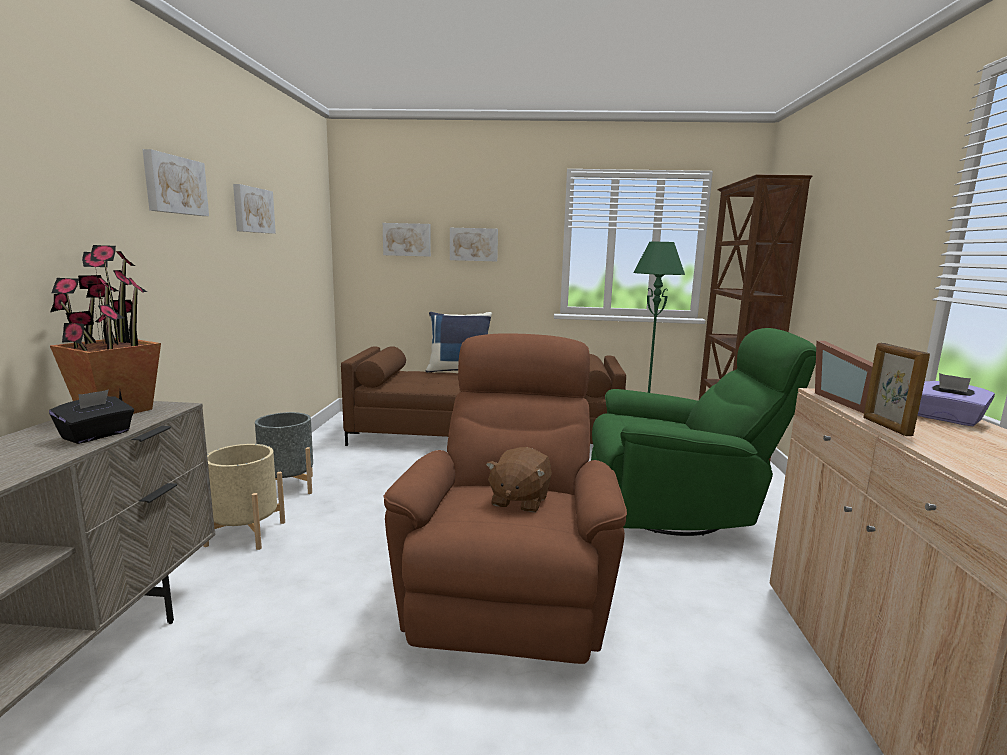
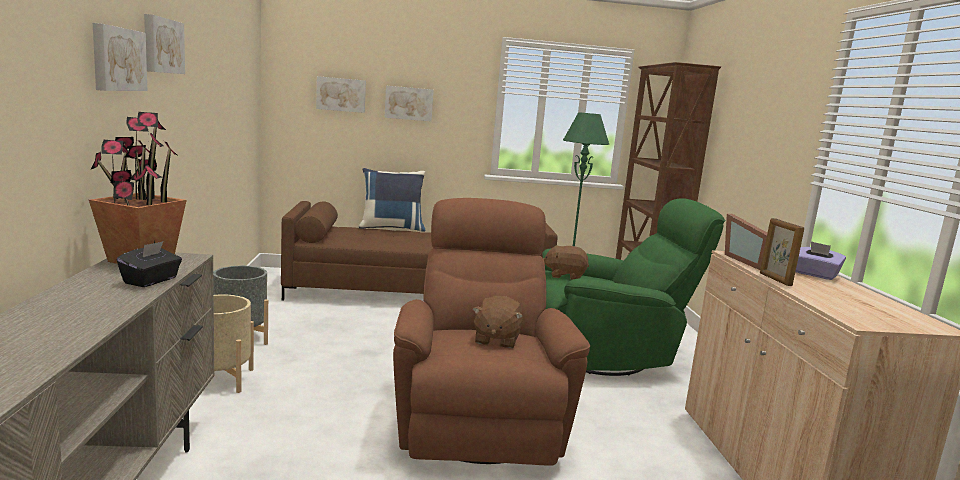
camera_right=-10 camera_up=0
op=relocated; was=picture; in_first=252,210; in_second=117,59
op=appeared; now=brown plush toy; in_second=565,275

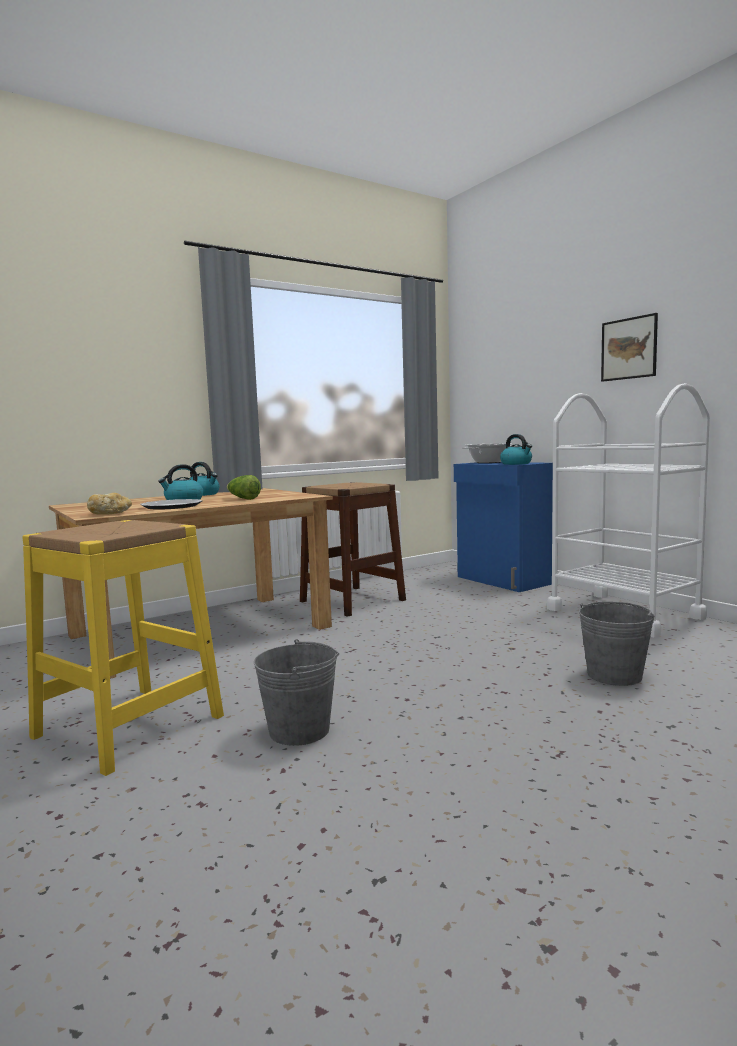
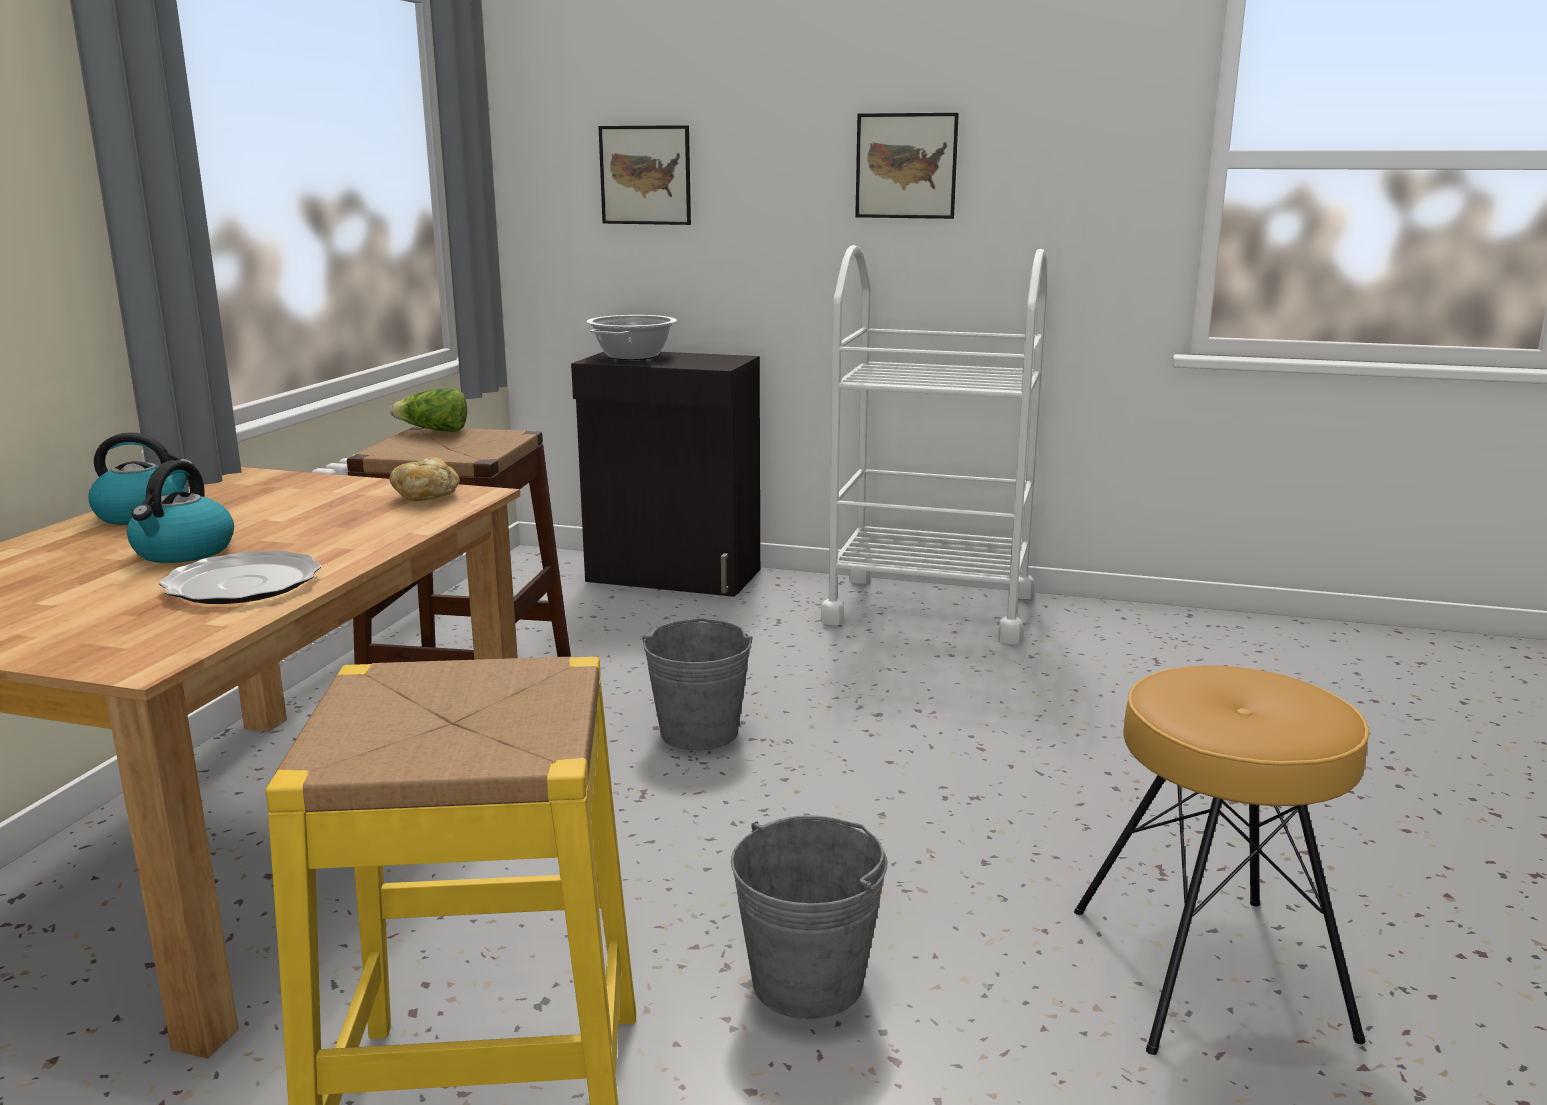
camera_right=-40 camera_up=10
op=missing; was=kettle; in_first=516,464
op=colour; was=blue cabinet; now=black cabinet; in_first=502,581; in_second=674,576
op=relocated; was=lettuce; in_first=243,499; in_second=434,431
op=relocated; was=bread; in_first=110,514; in_second=426,497
op=relocated; was=grey bucket; in_first=614,675; in_second=699,732
op=appeared; now=picture; in_second=645,175
op=appeared; now=brown stool; in_second=1210,970

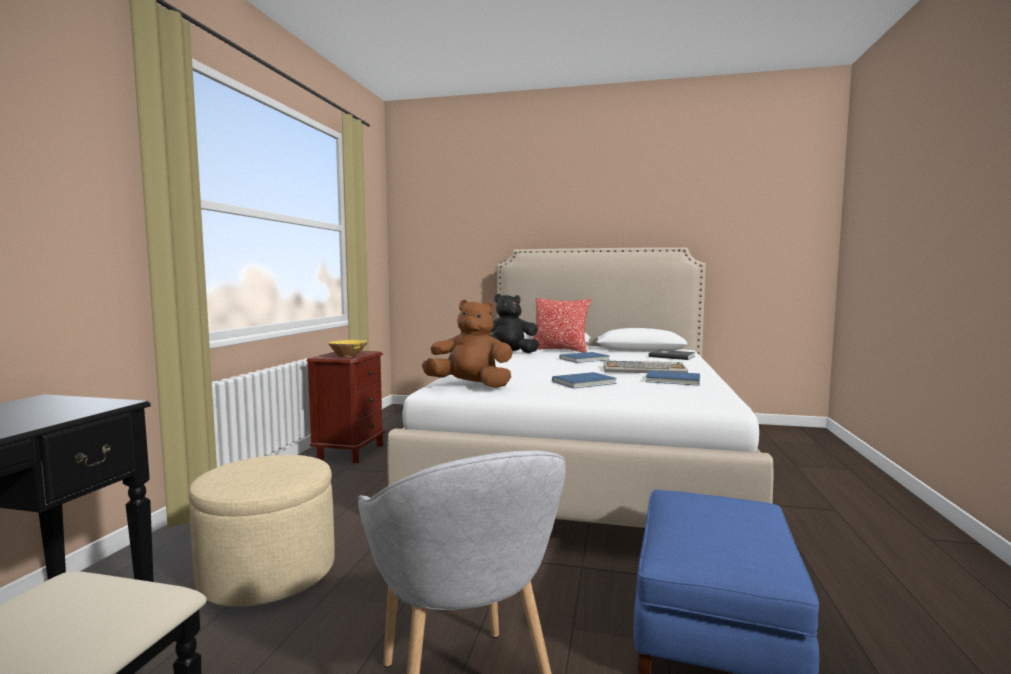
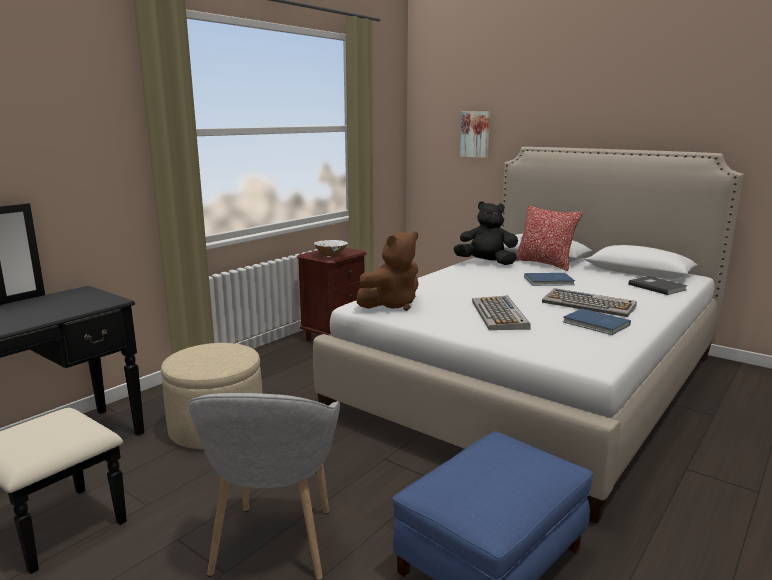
camera_right=25 camera_up=10
op=spun; was=brown plush toy; in_first=471,385; in_second=391,305; clockwise=105
op=colour; was=yellow bowl; now=white bowl; in_first=348,356; in_second=330,256
op=exchanged; was=blue book; now=keyboard; in_first=585,382; in_second=500,315
op=appeared; now=picture; in_second=475,134

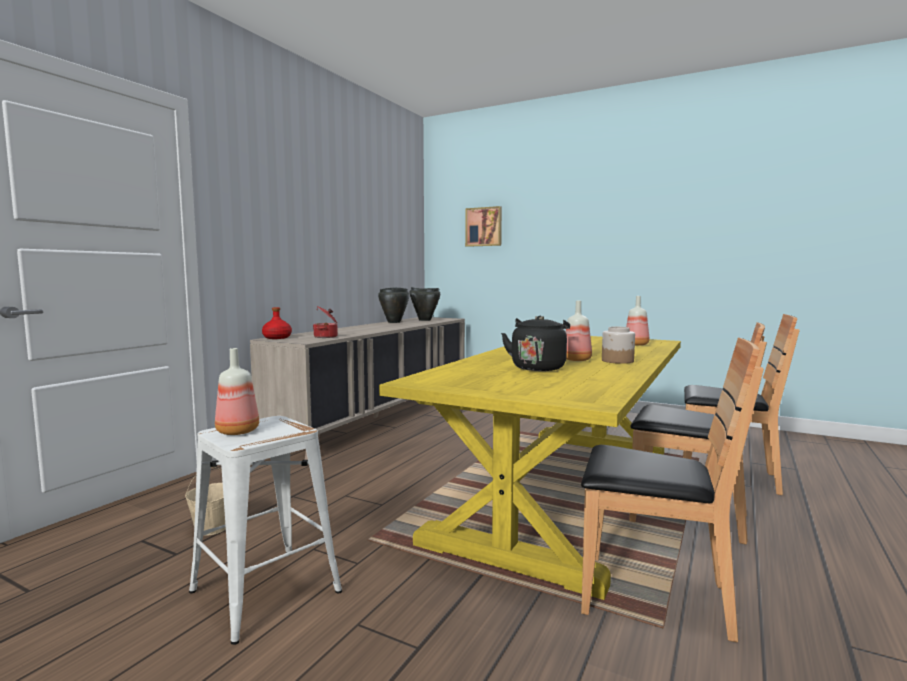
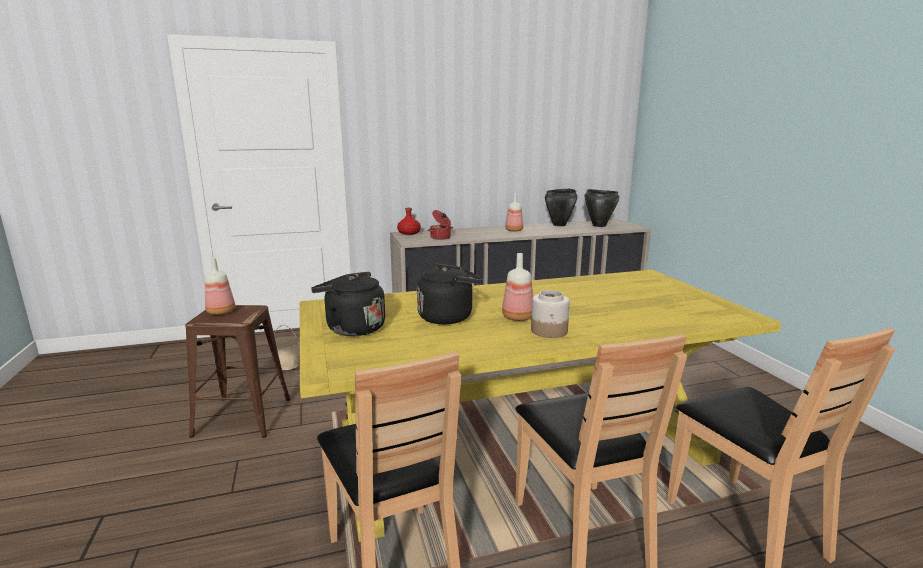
camera_right=45 camera_up=10
op=missing; was=picture; in_first=484,227
op=relocated; was=bottle; in_first=637,344; in_second=514,230
op=colour; was=white stool; now=brown stool; in_first=265,590; in_second=243,416
op=appeared; now=black kettle; in_second=352,328

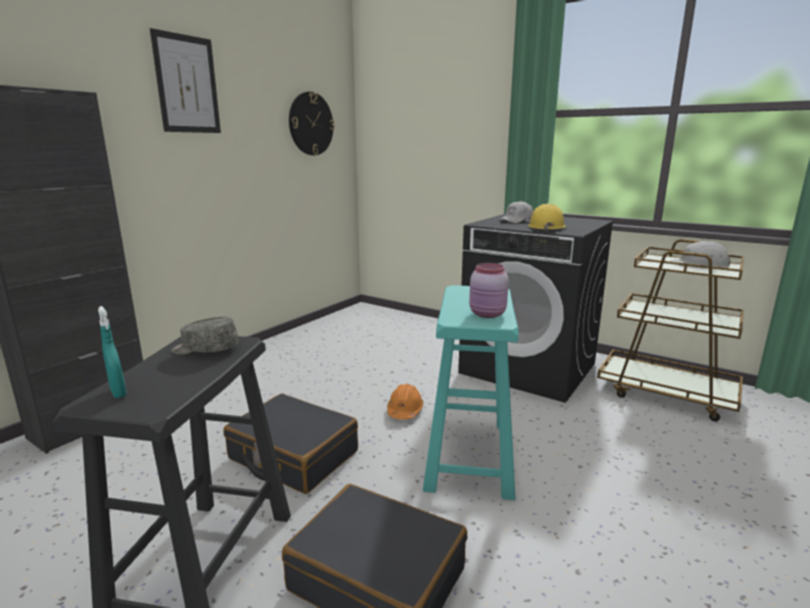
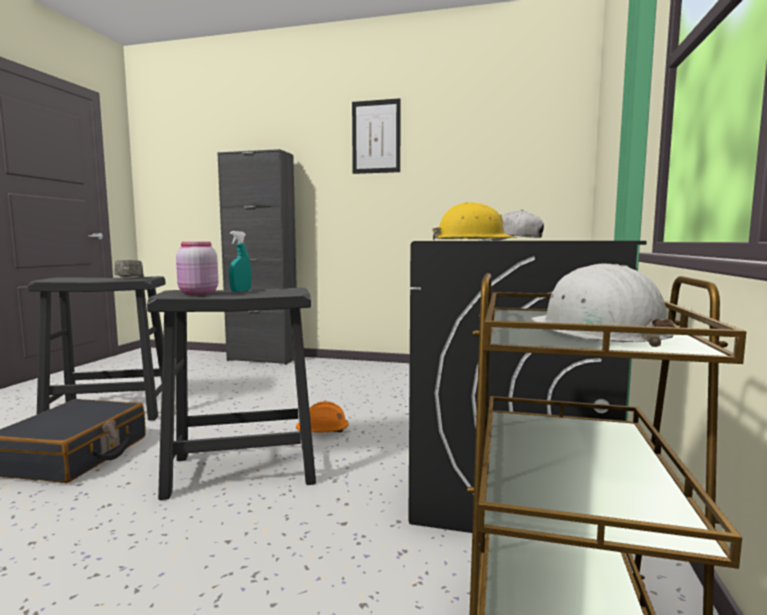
camera_right=70 camera_up=-10
op=missing; was=wall clock; in_first=311,124
op=colour; was=turquoise stool; now=black stool; in_first=469,455; in_second=244,469
op=relocated; was=turquoise spray bottle; in_first=118,392; in_second=240,291
op=missing; was=black suitcase; in_first=293,456

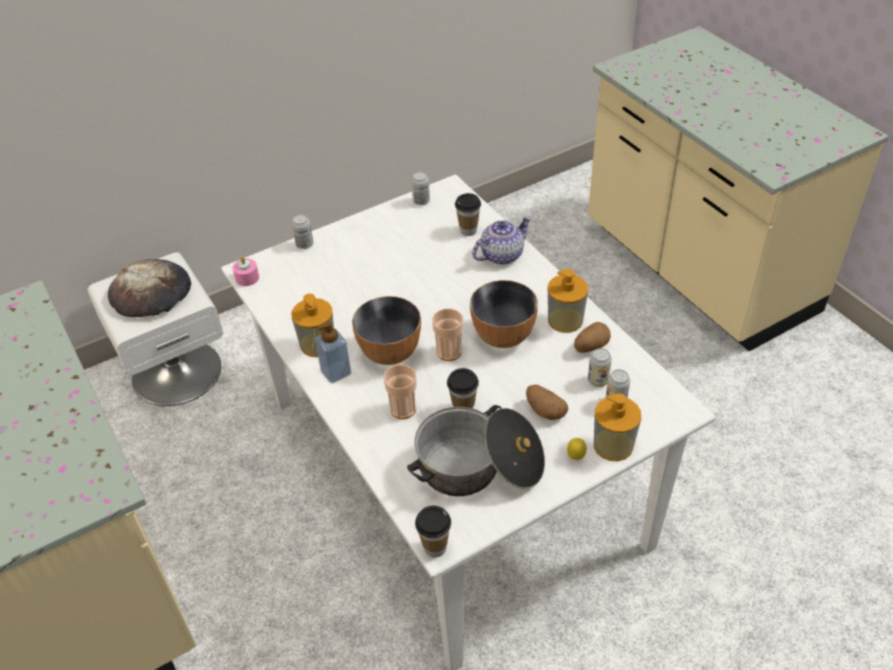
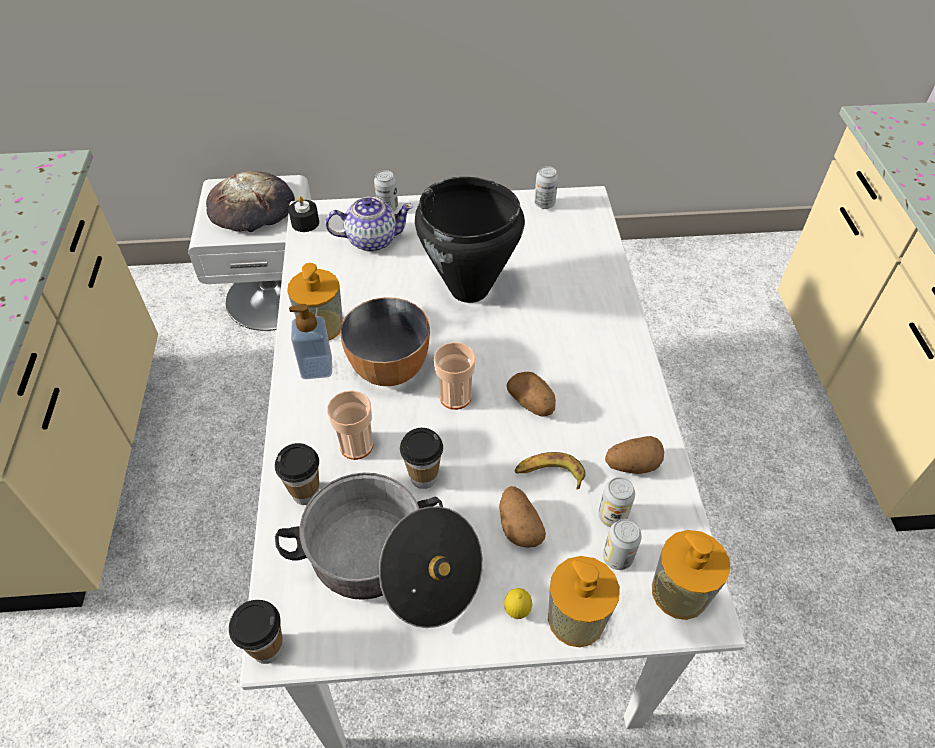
camera_right=25 camera_up=5
op=relocated; was=cup; in_first=468,230; in_second=306,493
op=relocated; was=teapot; in_first=501,255; in_second=371,239
op=colour; was=pink candle; now=black candle; in_first=247,278; in_second=305,223
op=relocated; was=soap dispenser; in_first=565,320; in_second=679,592
op=exchanged; was=bowl; now=potato; in_first=503,336; in_second=532,403
op=appeared; now=black cooking pot; in_second=469,290
op=appeared; now=banana; in_second=549,474

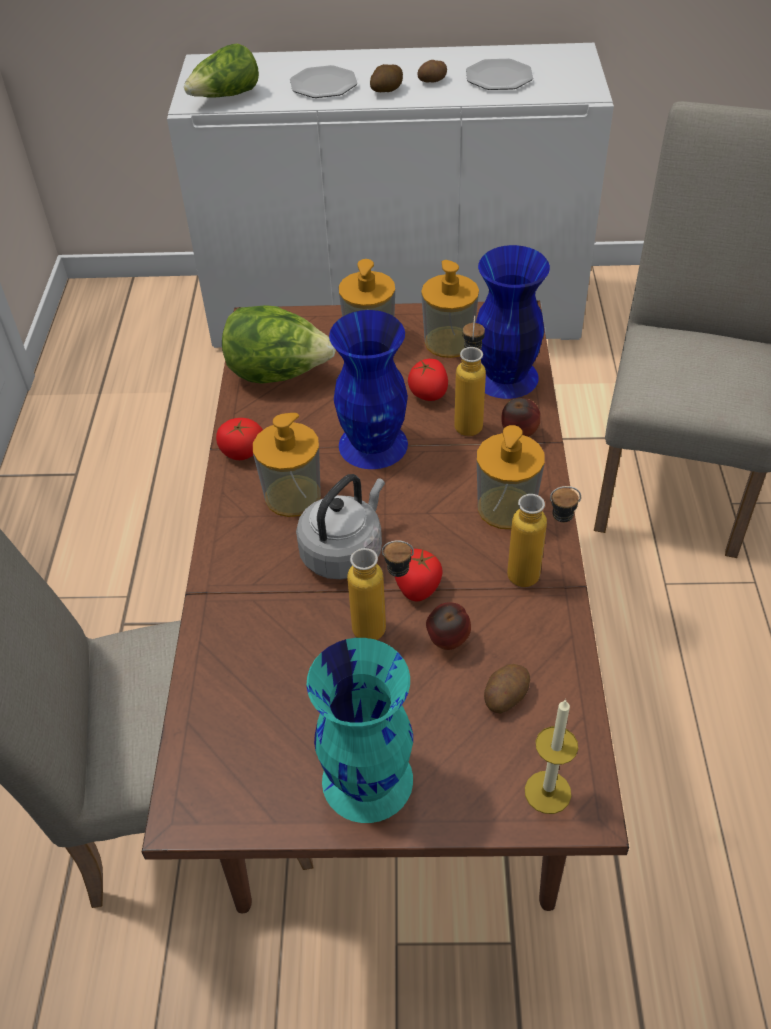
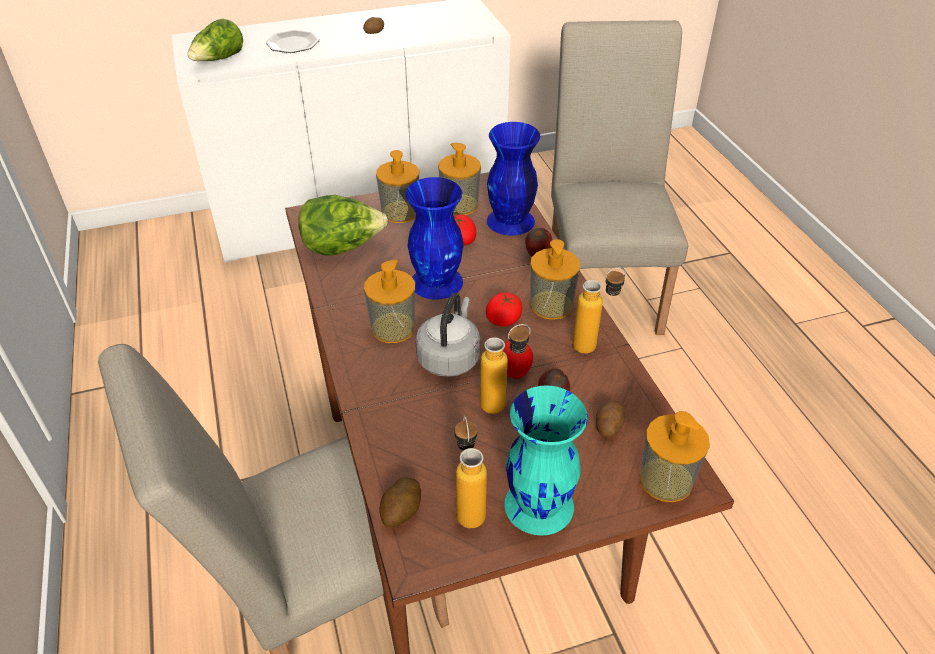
camera_right=-20 camera_up=-5
op=missing; was=plate; in_first=498,78
op=relocated; was=potato; in_first=386,91; in_second=401,512
op=relocated; was=bottle; in_first=469,419; in_second=468,507
op=relocated; was=tomato; in_first=242,452; in_second=503,320
op=exchanged; was=candle; now=soap dispenser; in_first=547,792; in_second=666,480

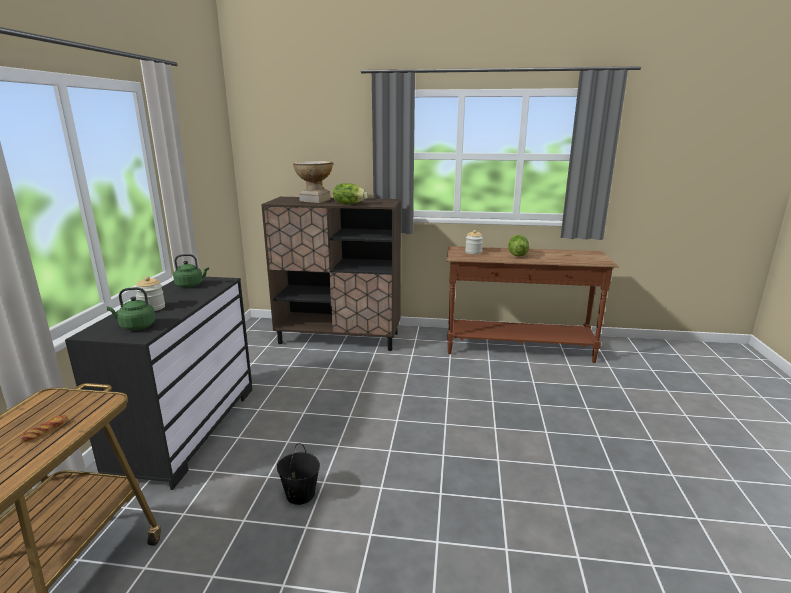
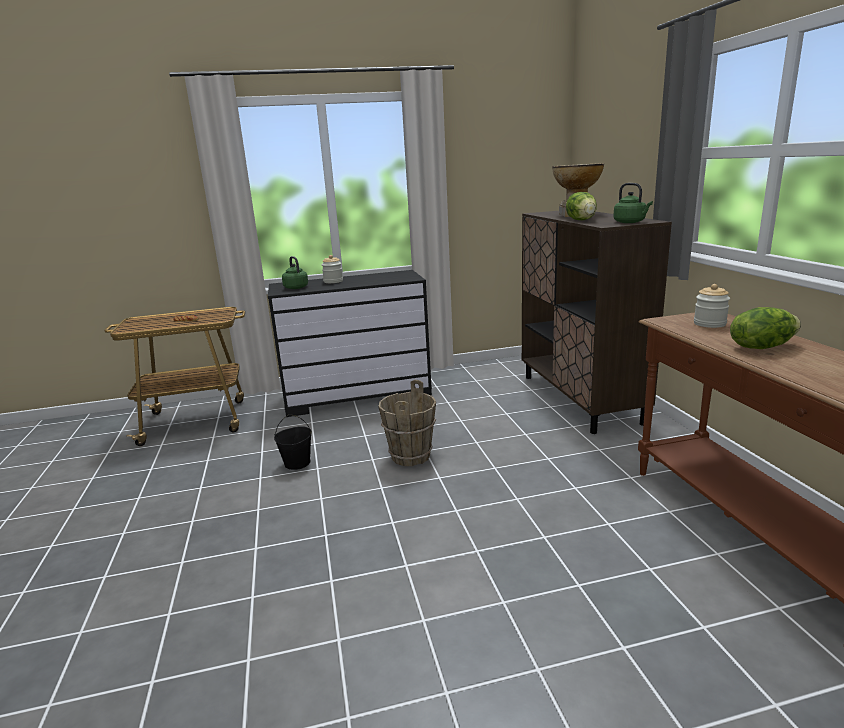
camera_right=70 camera_up=0
op=relocated; was=green kettle; in_first=191,285; in_second=630,222
op=appeared; now=brown bucket; in_second=410,456

